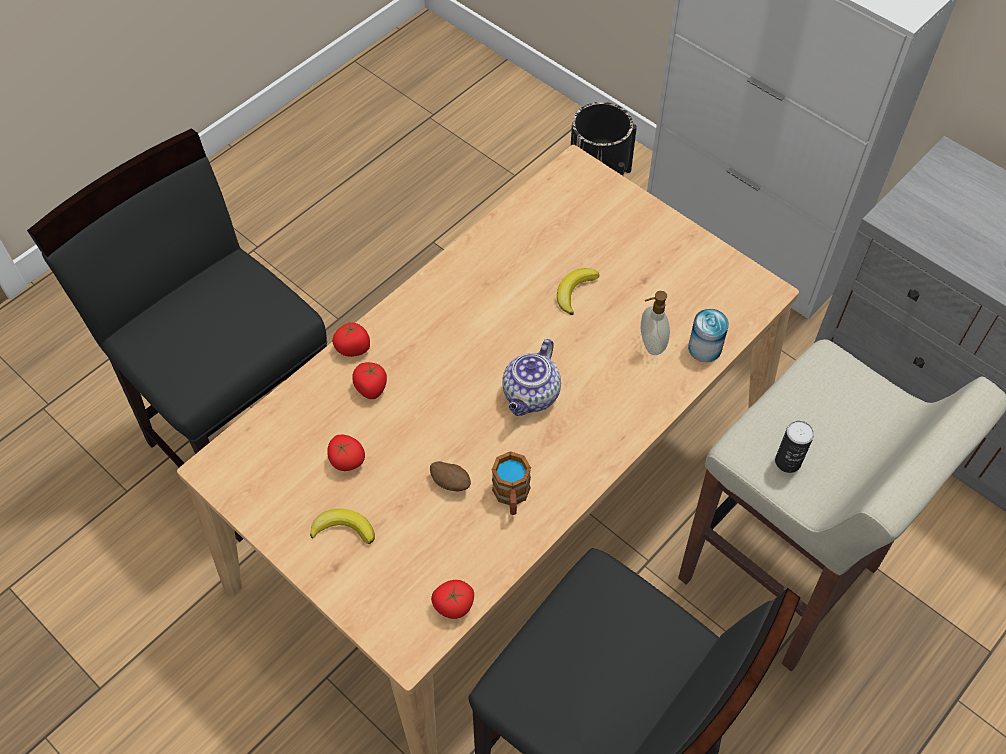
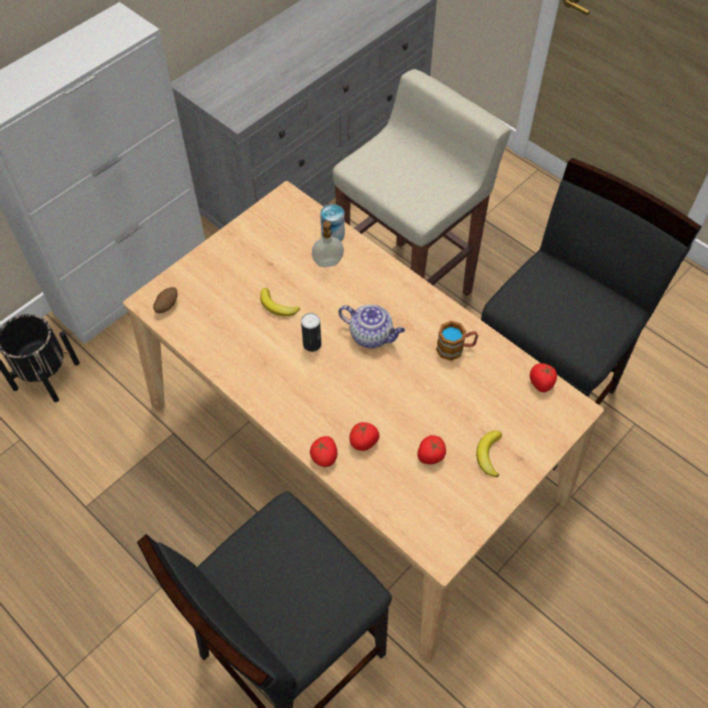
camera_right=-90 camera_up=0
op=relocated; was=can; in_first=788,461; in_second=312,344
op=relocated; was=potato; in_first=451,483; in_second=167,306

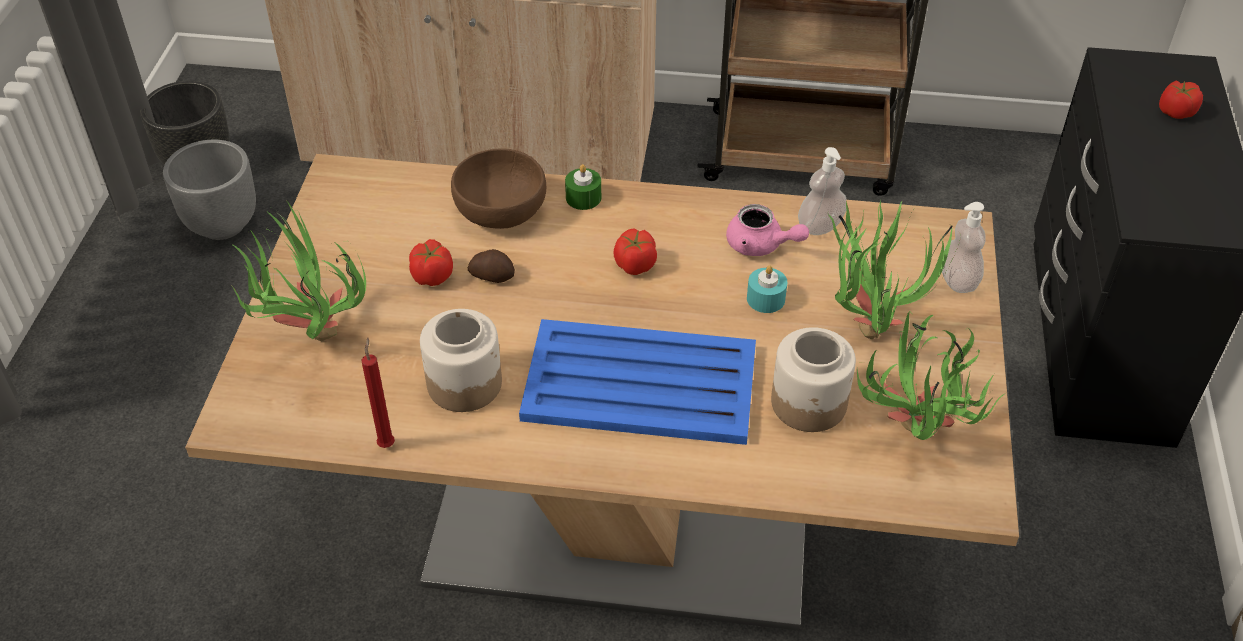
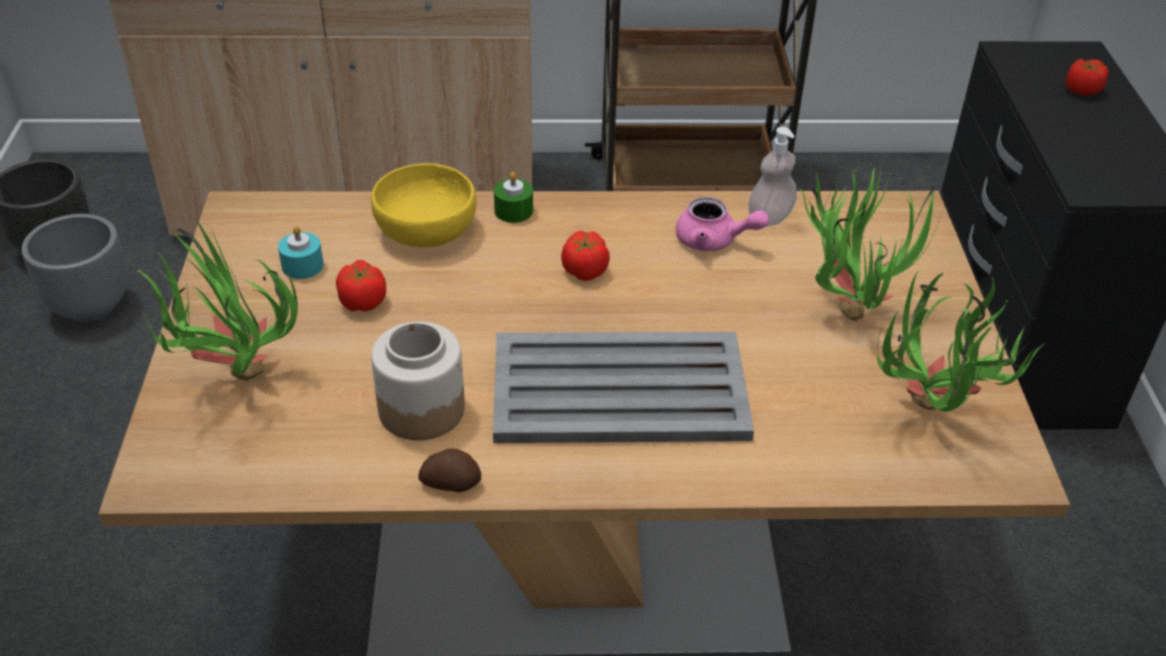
camera_right=-10 camera_up=-5
op=colour; was=brown bowl; now=yellow bowl; in_first=499,210; in_second=424,230
op=missing; was=soap dispenser; in_first=958,281
op=relocated; was=potato; in_first=492,275; in_second=451,482
op=relocated; was=turquoise candle; in_first=765,299; in_second=302,266
op=colour; was=blue tray; now=grey tray; in_first=642,384; in_second=622,390
op=missing; was=jar; in_first=809,404
op=missing; was=red candle; in_first=387,443

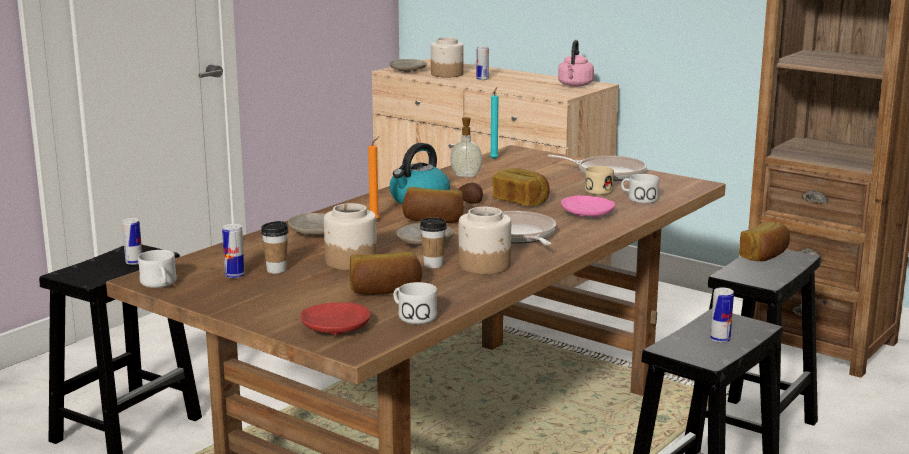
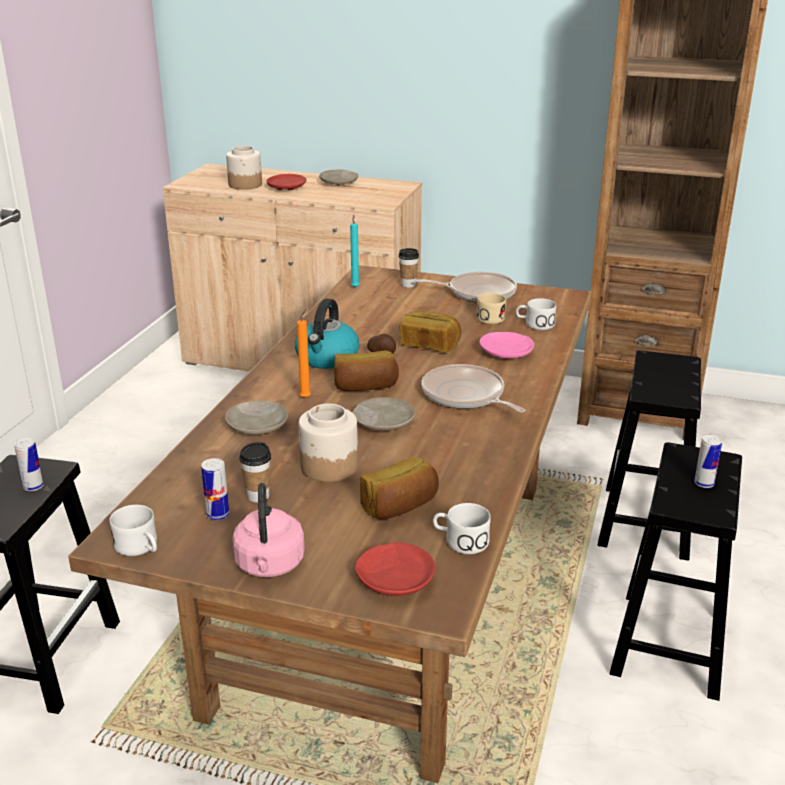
camera_right=-20 camera_up=10
op=relocated; was=pink kettle; in_first=575,85; in_second=269,566
op=exchanged; was=can; now=red plate; in_first=482,79; in_second=286,188
op=relocated; was=beige plate; in_first=408,71; in_second=339,183
op=missing; was=soap dispenser; in_first=466,175
op=missing; was=jar; in_first=485,265
op=relocated; was=cup; in_first=433,265; in_second=408,284
op=missing; was=bread; in_first=765,256

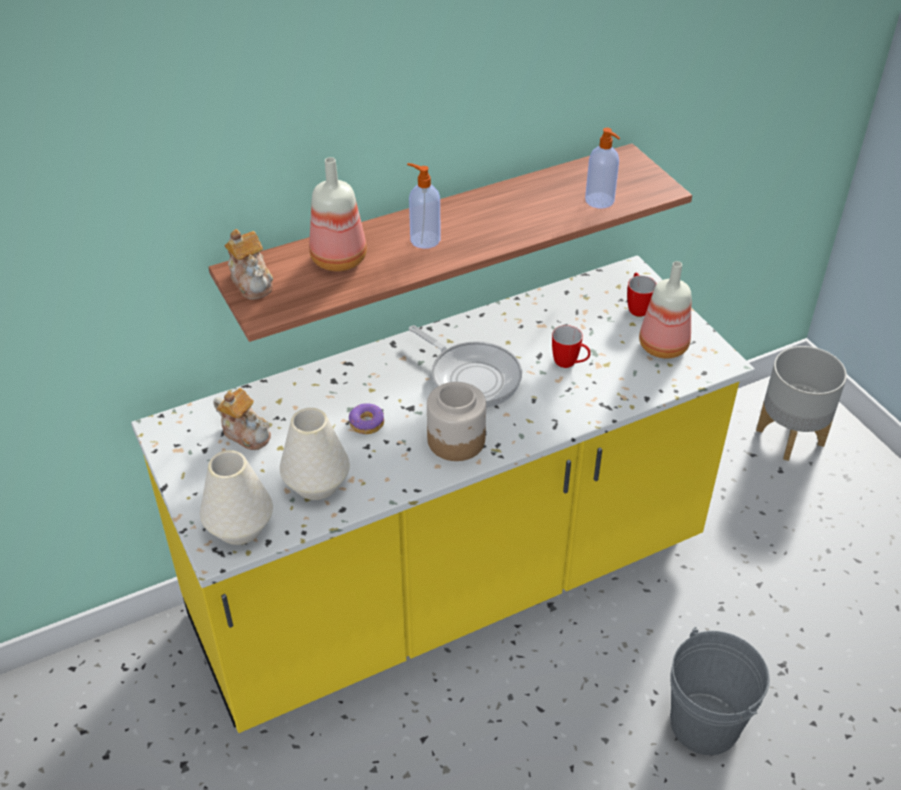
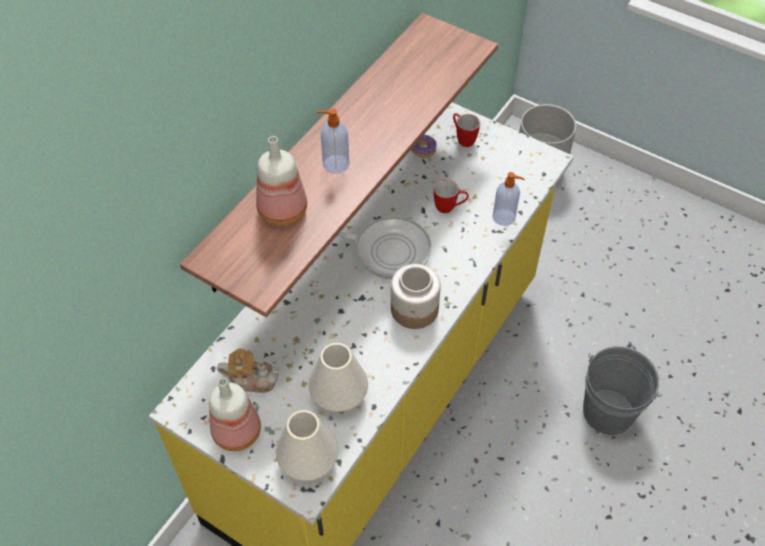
camera_right=-30 camera_up=10
op=relocated; was=soap dispenser; in_first=600,201; in_second=504,217
op=missing; was=teapot; in_first=252,281
op=relocated; was=bottle; in_first=664,347; in_second=238,432
op=relocated; was=donut; in_first=367,423; in_second=423,149

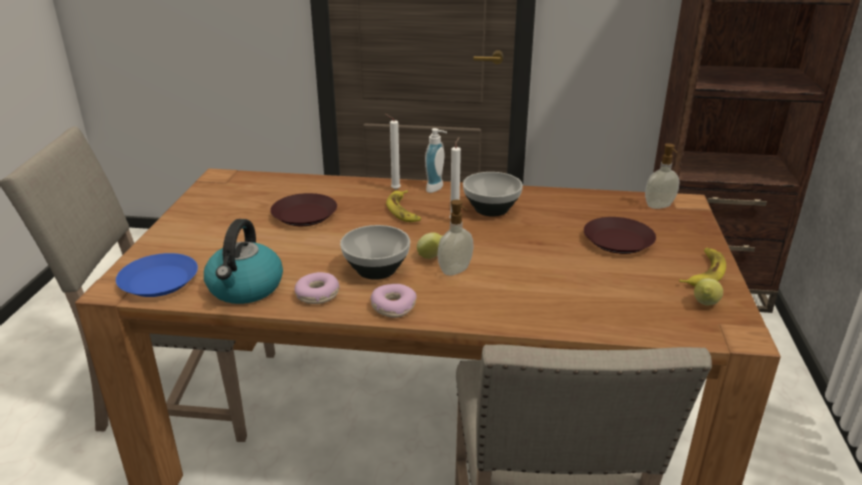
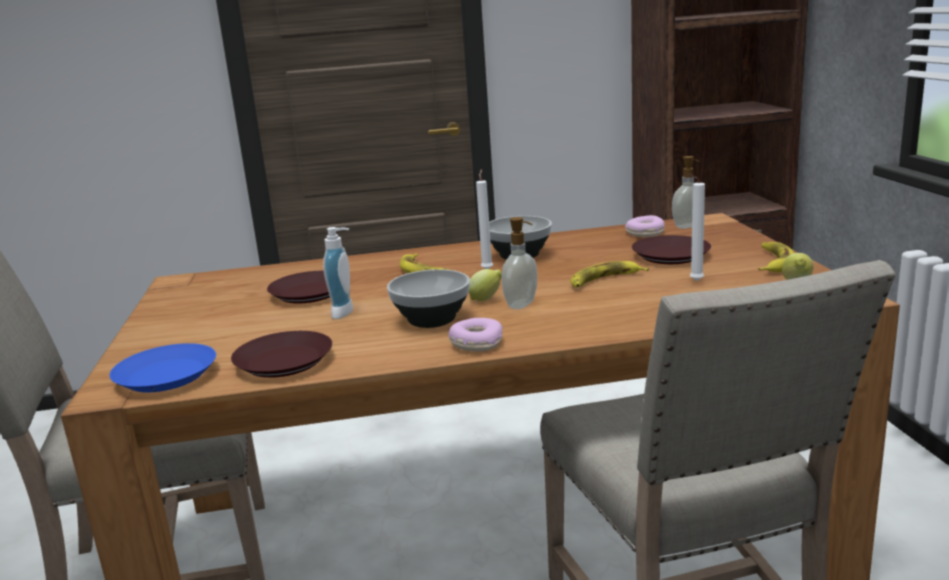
camera_right=-15 camera_up=-10
op=relocated; was=white candle; in_first=394,189; in_second=694,281
op=relocated; was=soap dispenser; in_first=437,188; in_second=346,313
op=exchanged; was=kettle; now=brown plate; in_first=245,288; in_second=285,361
op=relocated; was=donut; in_first=317,295; in_second=645,233
op=appeared; now=banana; in_second=604,281

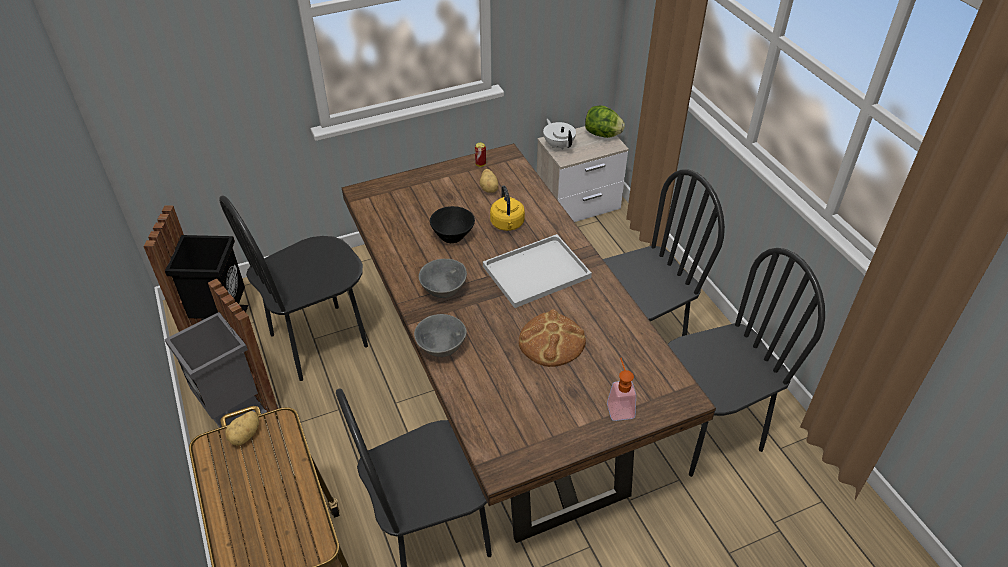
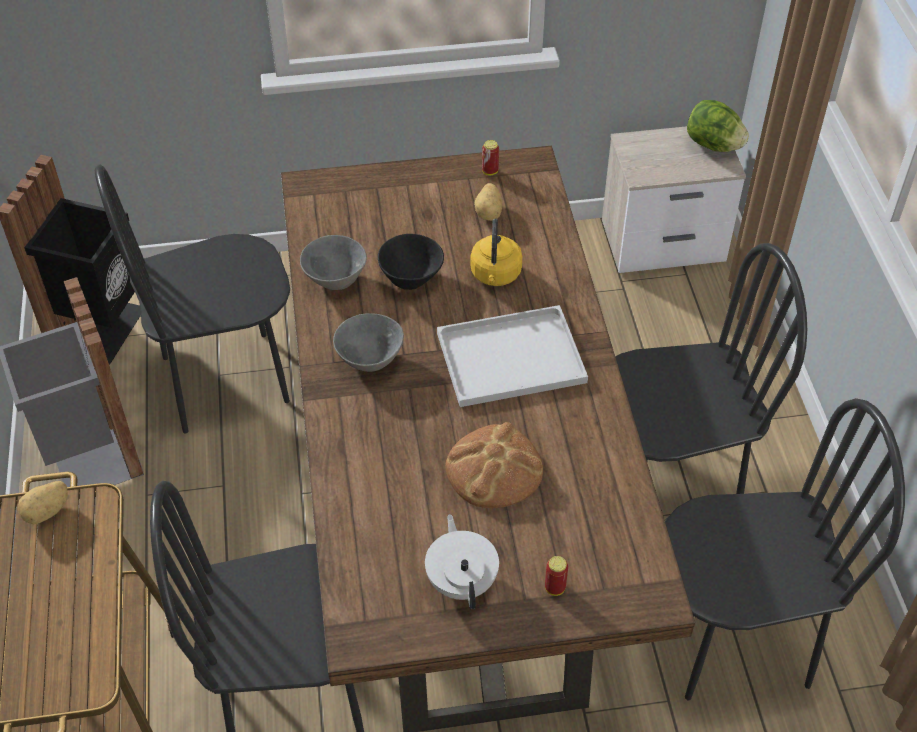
camera_right=15 camera_up=5
op=relocated; was=white teapot; in_first=558,145; in_second=462,581
op=relocated; was=grey bowl; in_first=441,347; in_second=335,278
op=exchanged; was=soap dispenser; now=can; in_first=619,406; in_second=555,587

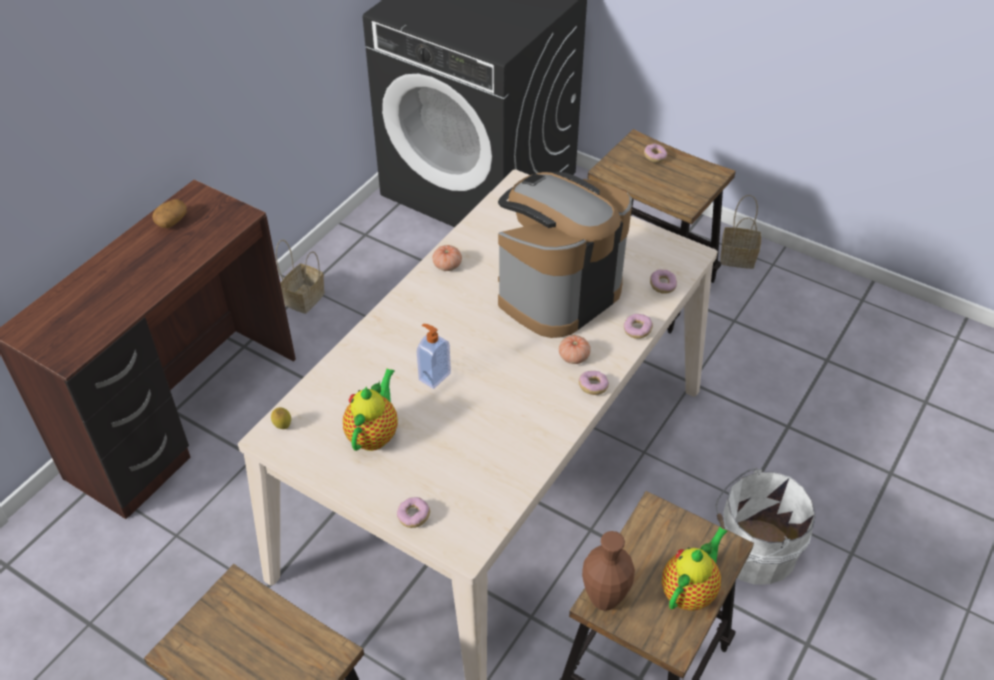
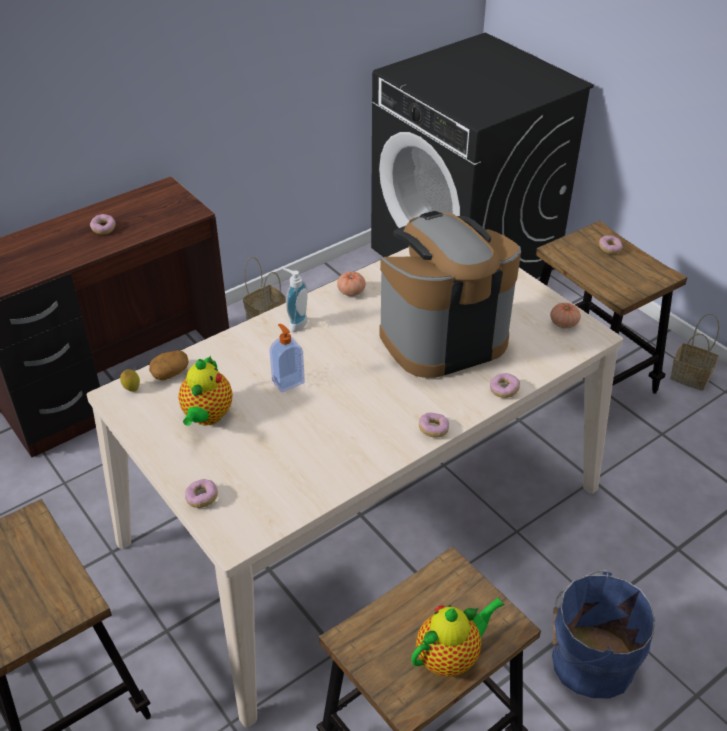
camera_right=20 camera_up=-5
op=relocated; was=potato; in_first=171,220; in_second=170,372
op=relocated; was=donut; in_first=662,286; in_second=103,229
op=relocated; was=tomato; in_first=574,357; in_second=563,323
op=spun; was=teapot; in_first=374,434; in_second=207,417; clockwise=150
op=colour; was=white bucket; now=blue bucket; in_first=752,552; in_second=588,660
op=missing; was=brown vase; in_first=604,599
op=appeared; now=soap dispenser; in_second=295,323

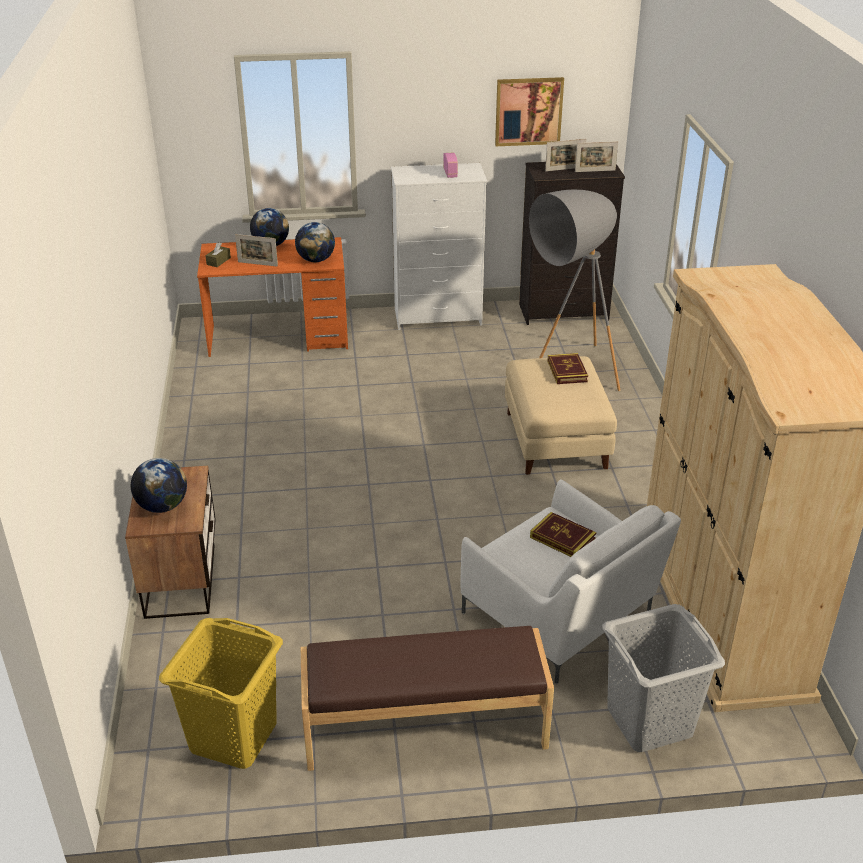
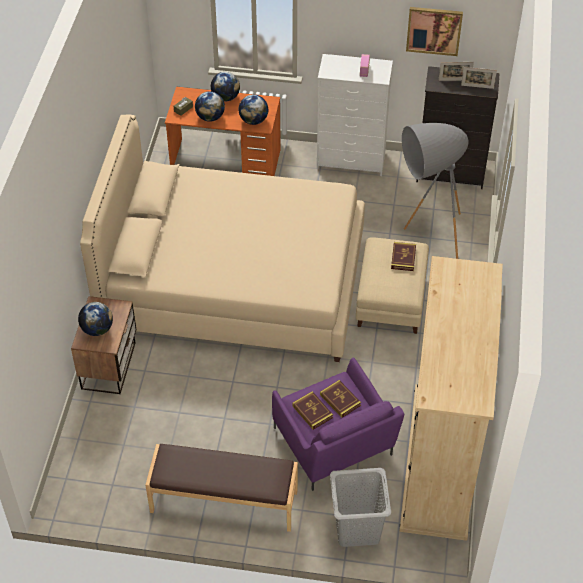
camera_right=15 camera_up=15
op=exchanged; was=picture frame; now=globe; in_first=257,264; in_second=210,117
op=colour; was=white armchair; now=purple armchair; in_first=561,618; in_second=334,445
op=missing; was=yellow laundry basket; in_first=232,737
op=appeared; now=beige bed; in_second=234,282
op=appeared; now=book; in_second=312,412

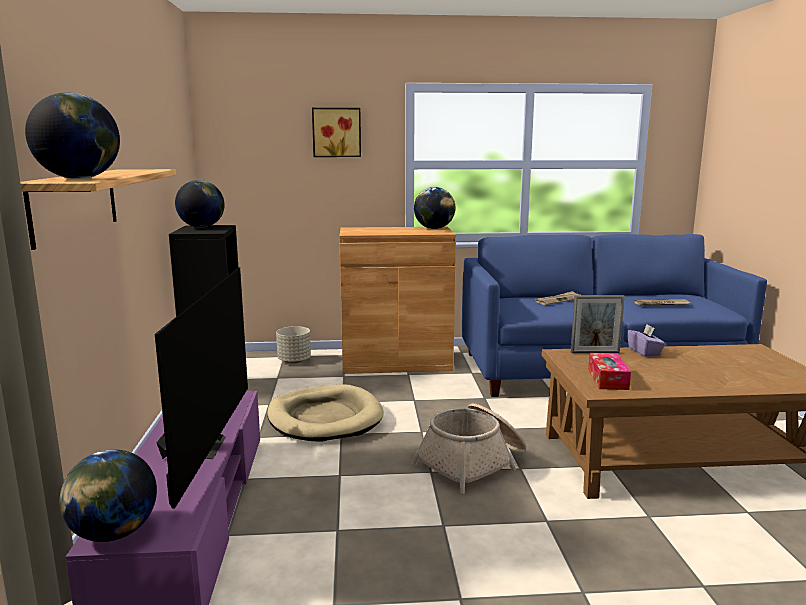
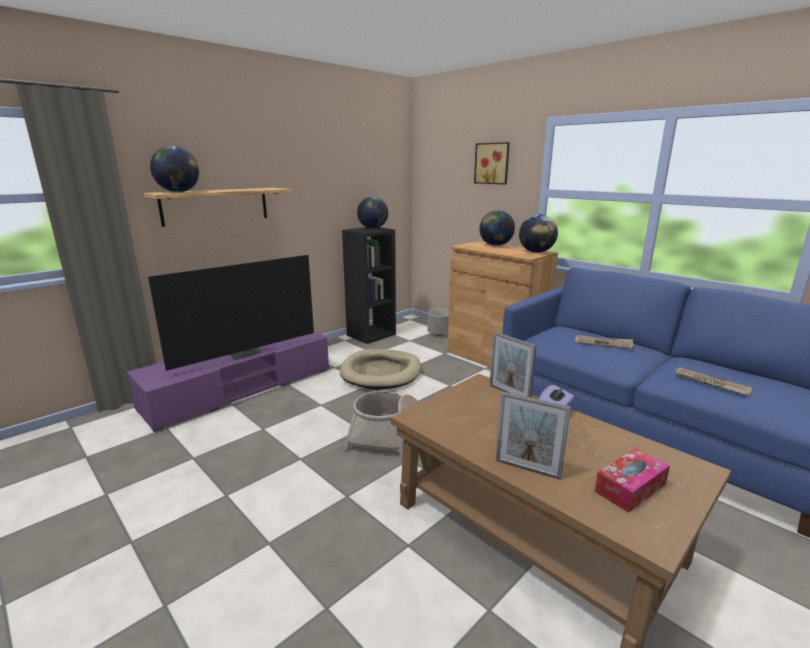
camera_right=50 camera_up=5
op=relocated; was=tissue box; in_first=607,379; in_second=630,488
op=relocated; was=globe; in_first=113,533; in_second=495,245
op=appeared; now=picture frame; in_second=527,469

